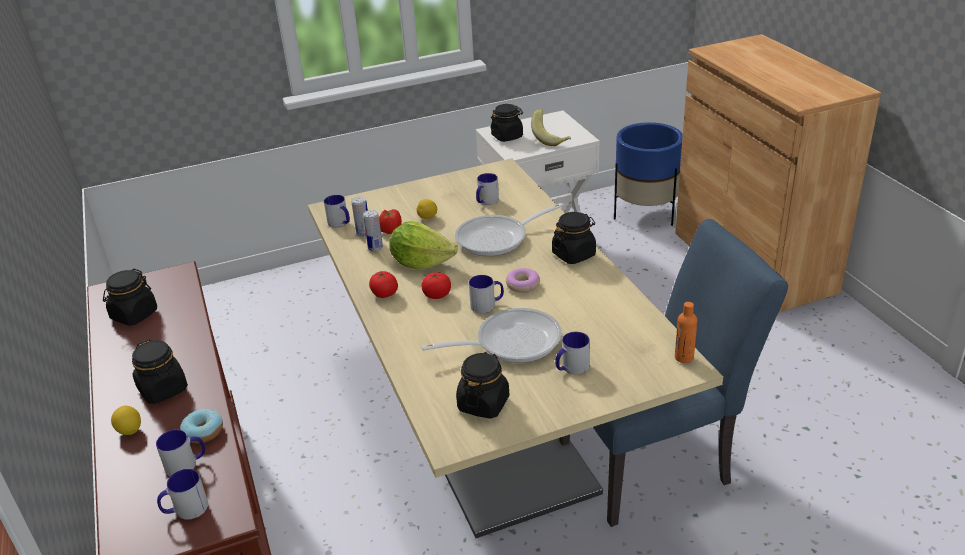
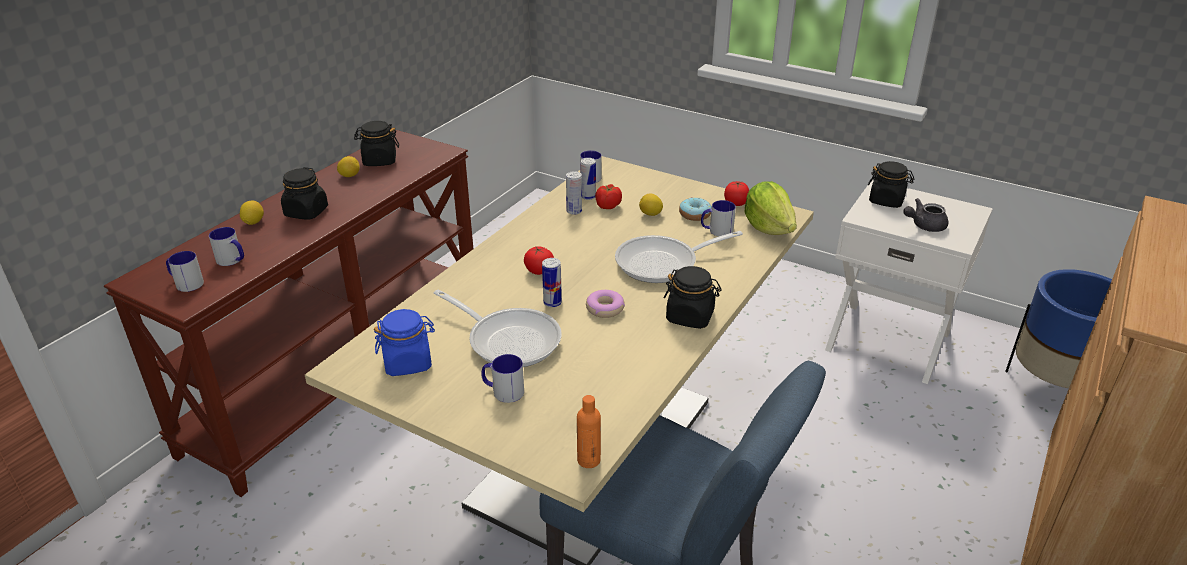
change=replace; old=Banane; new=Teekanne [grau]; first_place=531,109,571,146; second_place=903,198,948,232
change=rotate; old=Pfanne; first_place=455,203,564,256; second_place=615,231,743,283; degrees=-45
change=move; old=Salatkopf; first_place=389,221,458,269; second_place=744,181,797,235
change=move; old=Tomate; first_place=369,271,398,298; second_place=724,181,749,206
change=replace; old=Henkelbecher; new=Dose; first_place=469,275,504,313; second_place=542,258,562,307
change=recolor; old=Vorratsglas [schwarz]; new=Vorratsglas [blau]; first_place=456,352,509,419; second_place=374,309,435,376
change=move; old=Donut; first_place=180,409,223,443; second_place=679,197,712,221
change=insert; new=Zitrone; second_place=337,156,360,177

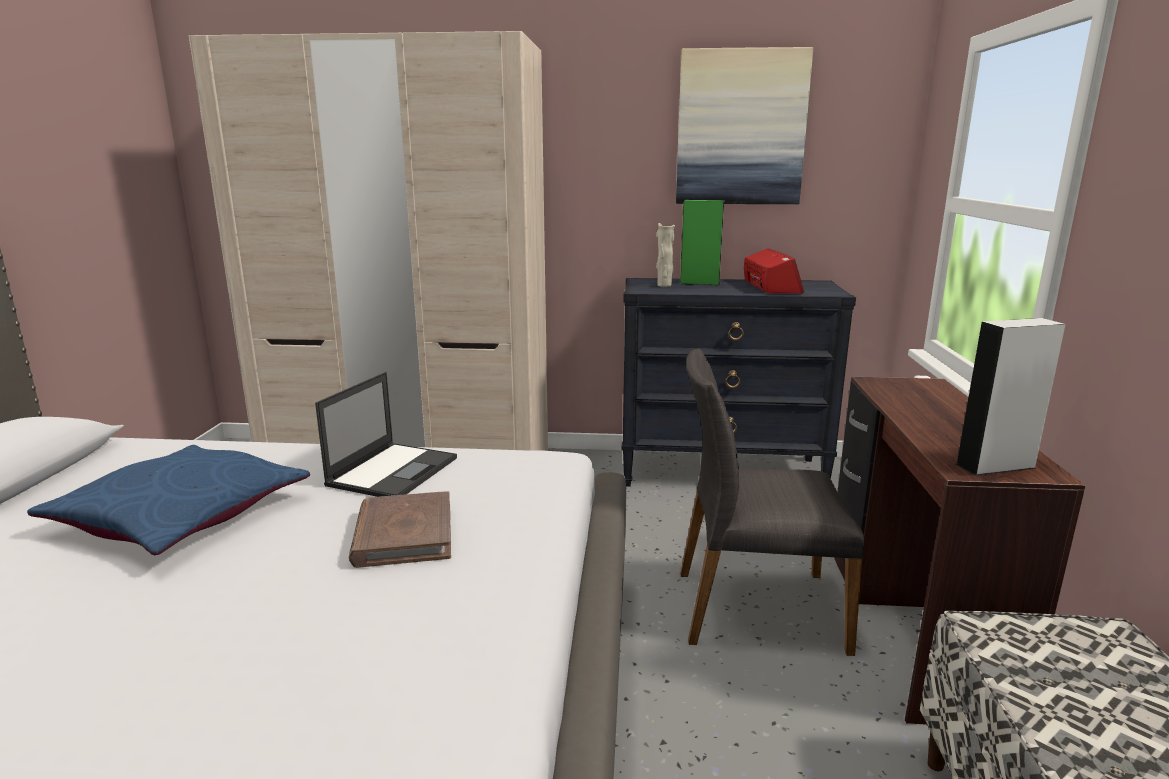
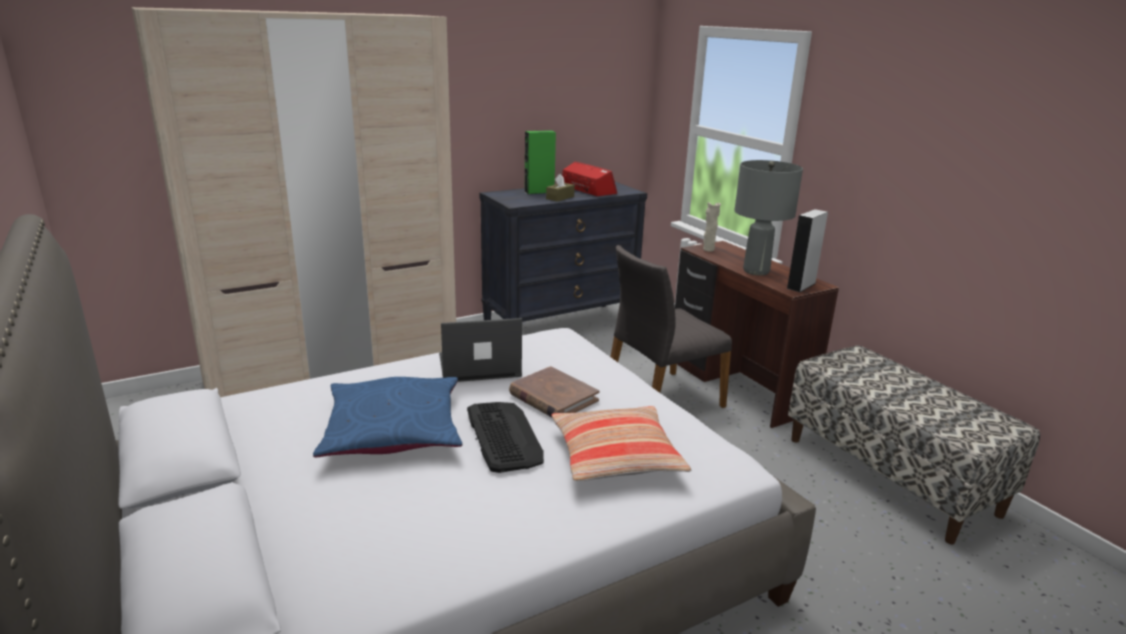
change=delete; old=Bild; first_place=676,47,813,204
change=move; old=Vase [beige]; first_place=656,223,675,287; second_place=703,202,721,252
change=rotate; old=Laptop; first_place=315,372,457,497; second_place=439,318,522,382; degrees=-90
change=insert; new=Tischlampe [grau]; second_place=734,160,803,276
change=insert; new=Taschentuchbox [braun]; second_place=546,174,575,202
change=insert; new=Tastatur; second_place=467,402,544,473
change=insert; new=Kissen; second_place=552,406,691,481

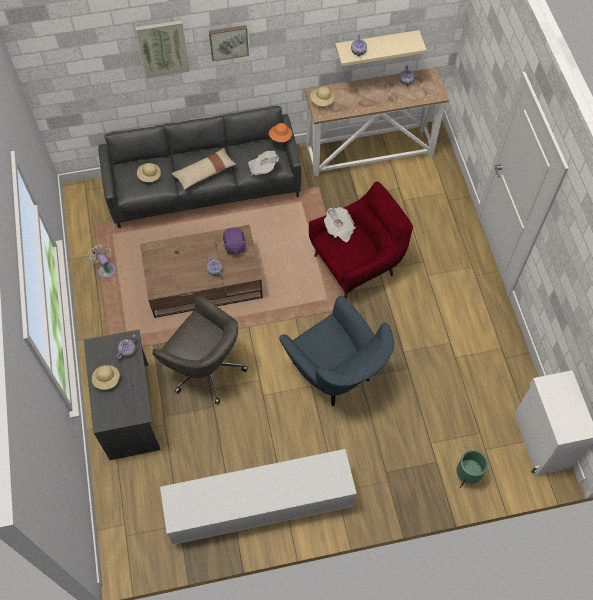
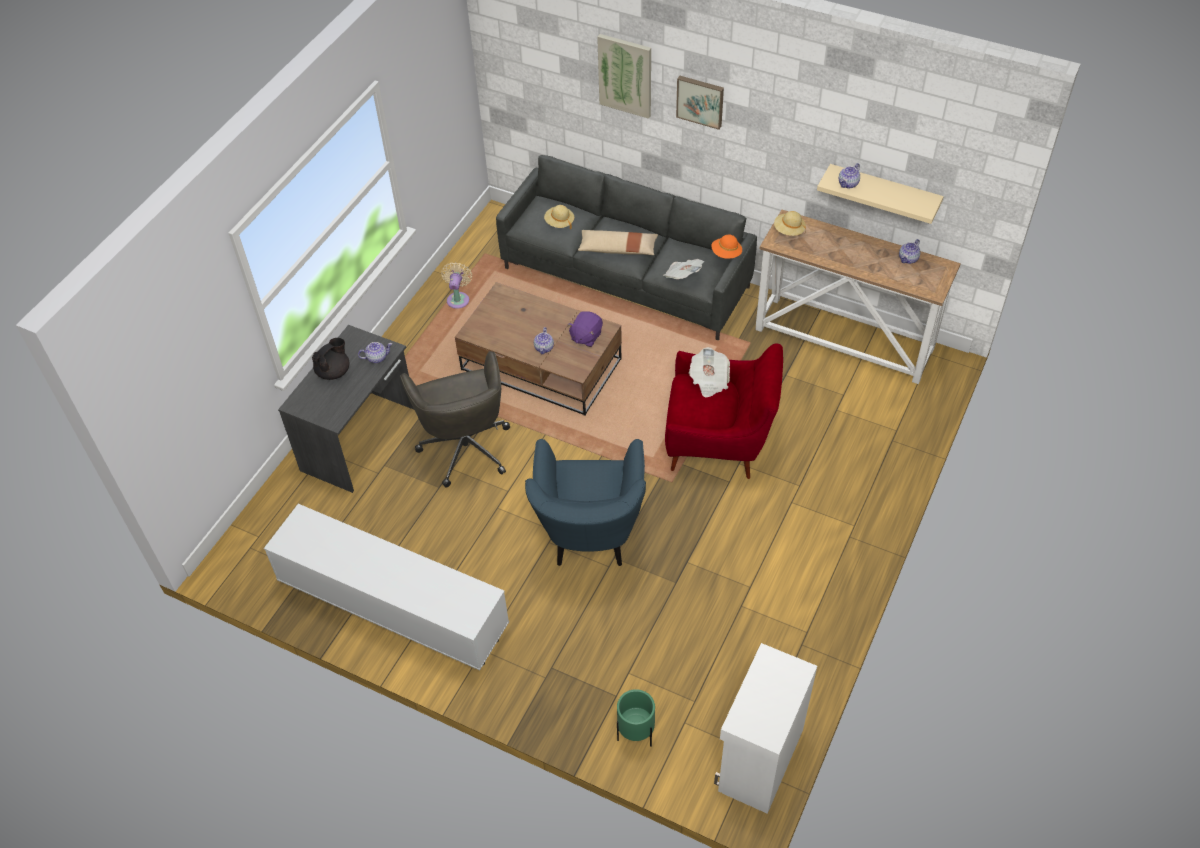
change=replace; old=Hut [beige]; new=Teekanne [schwarz]; first_place=92,365,120,390; second_place=312,338,349,380

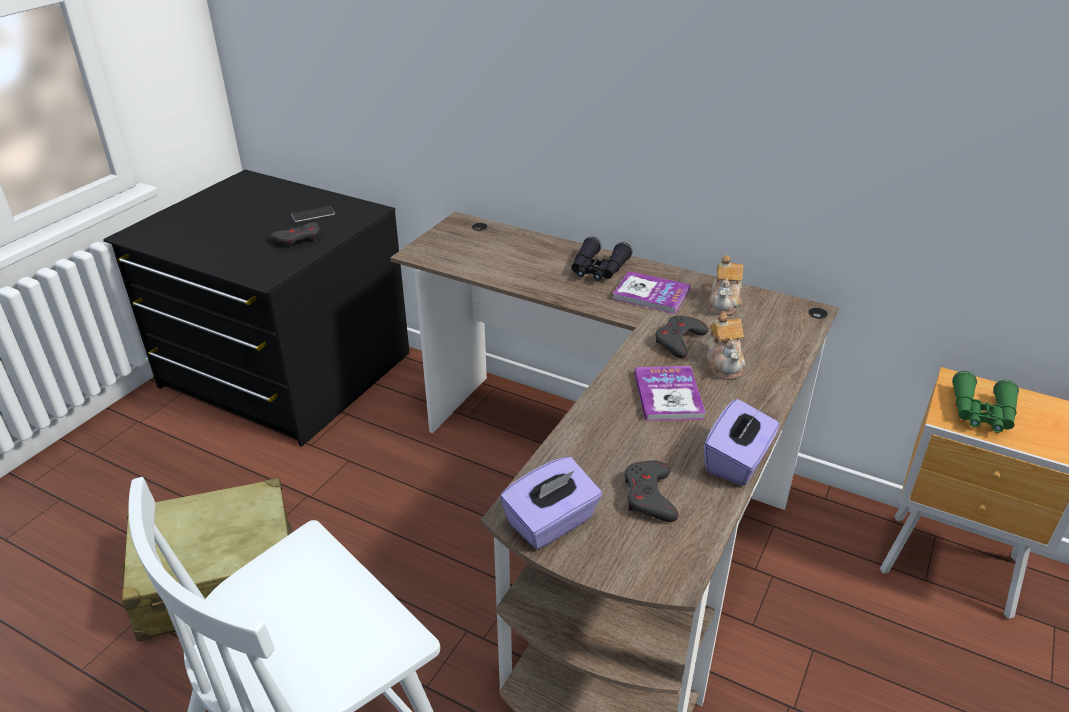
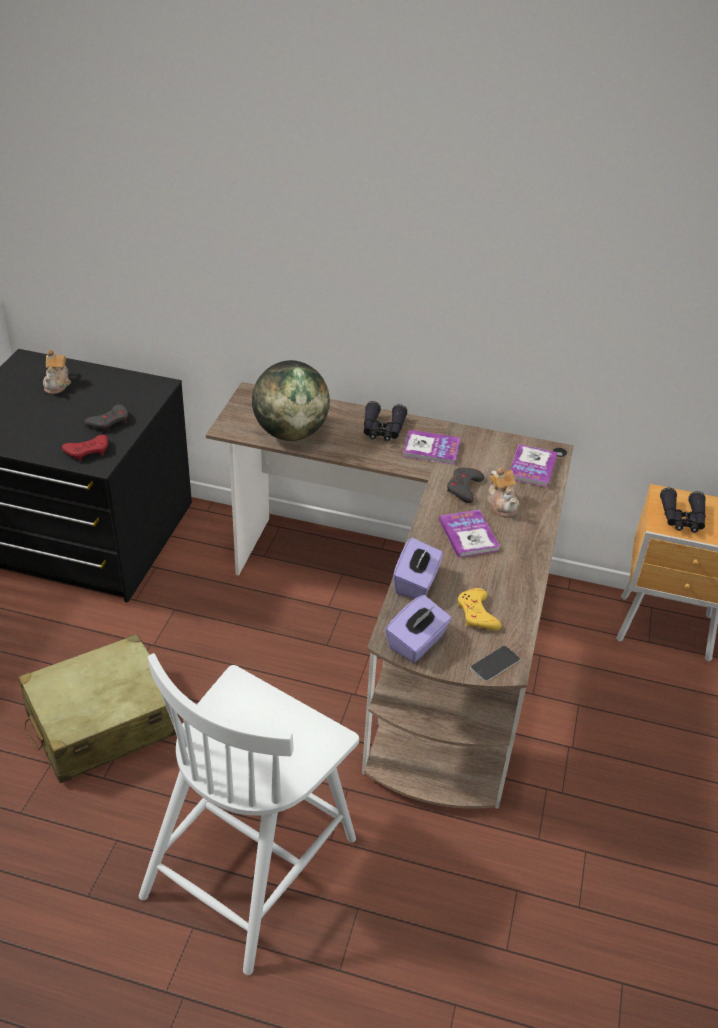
change=move; old=Handy; first_place=291,206,335,222; second_place=470,646,521,682
change=move; old=Teekanne; first_place=709,255,744,316; second_place=43,350,71,394
change=recolor; old=Fernglas [grün]; new=Fernglas [schwarz]; first_place=952,371,1019,433; second_place=660,488,706,533
change=move; old=Taschentuchbox [lila]; first_place=704,399,780,486; second_place=393,538,443,599
change=recolor; old=Gamepad [grau]; new=Gamepad [gelb]; first_place=625,460,679,522; second_place=458,588,501,631
change=insert; new=Globus; second_place=252,360,330,441
change=insert; new=Gamepad [rot]; second_place=62,434,108,461
change=insert; new=Buch; second_place=510,444,557,488

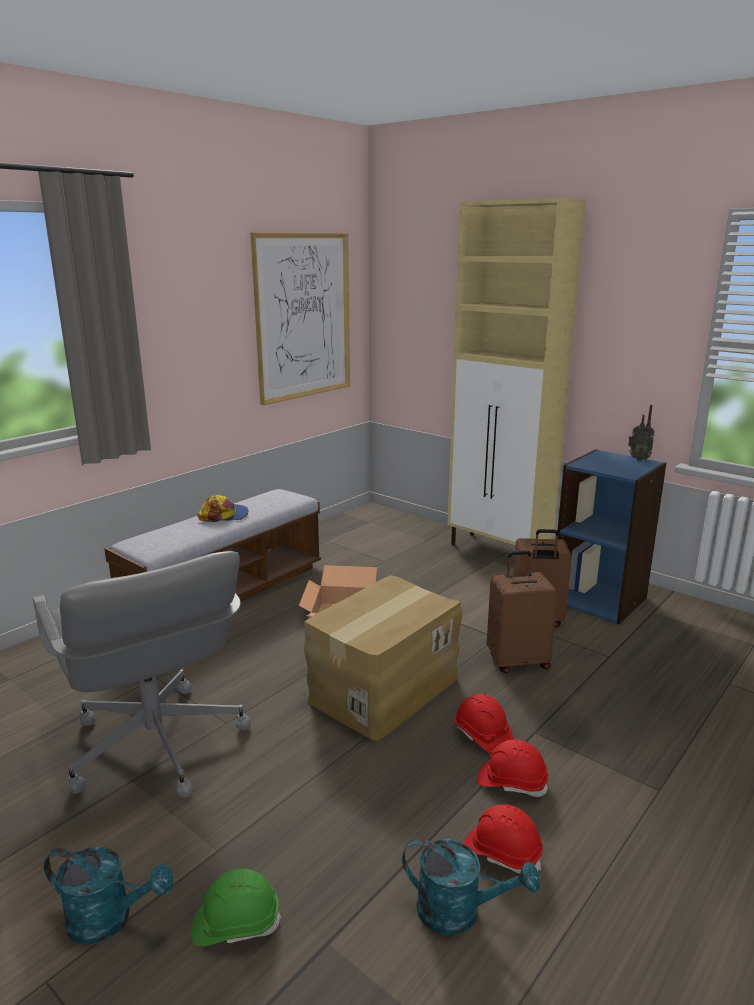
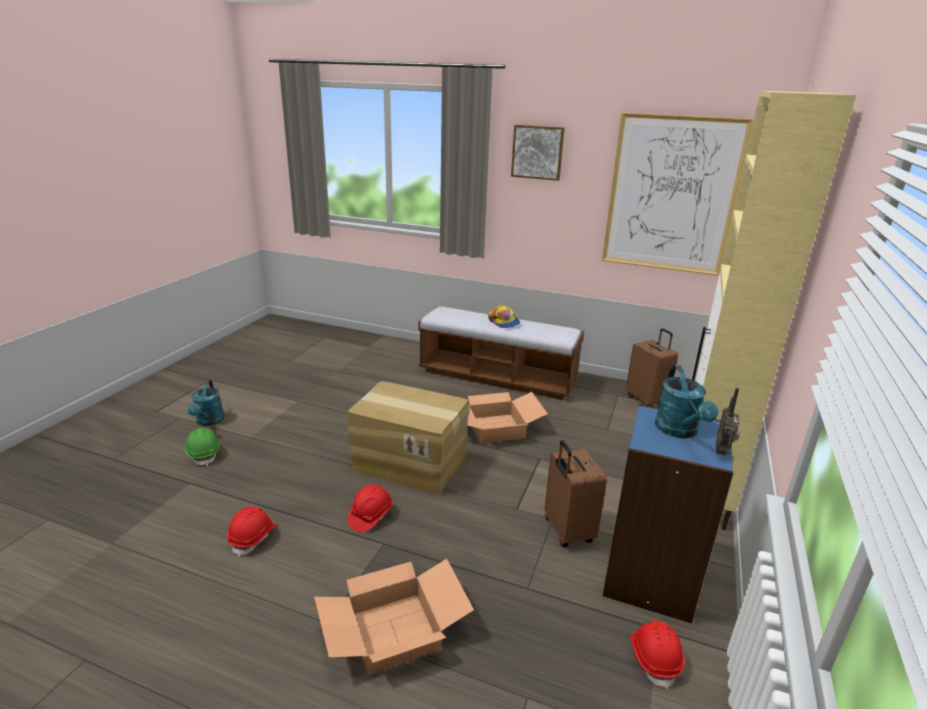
change=move; old=Koffer [braun]; first_place=487,550,558,673; second_place=626,328,678,407
change=delete; old=Bürostuhl [grau]; first_place=33,551,251,798
change=move; old=Schutzhelm [rot]; first_place=477,739,548,797; second_place=631,621,685,689
change=move; old=Gießkanne [türkis]; first_place=402,838,540,936; second_place=655,365,718,438
change=insert; new=Bild; second_place=511,125,565,181
change=insert; new=Karton; second_place=314,559,474,675

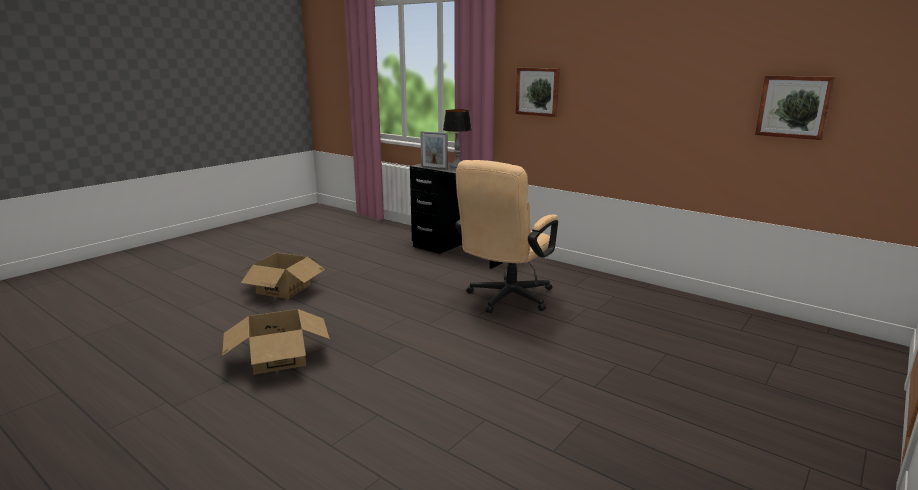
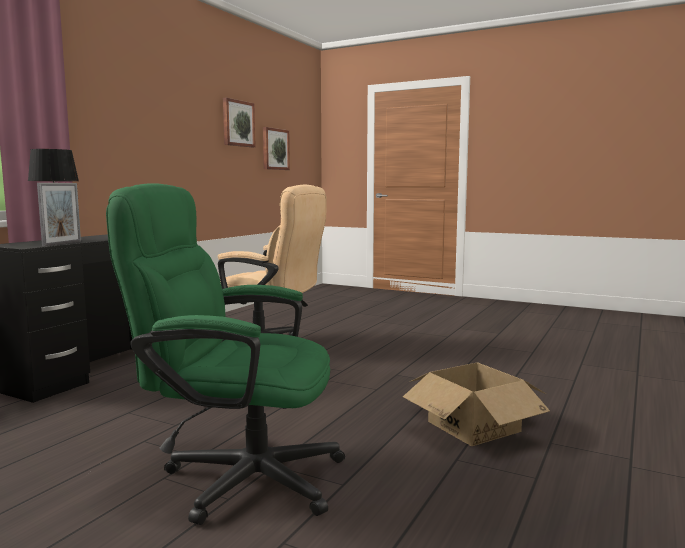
change=move; old=Bild; first_place=516,68,560,117; second_place=223,97,256,147
change=replace; old=Karton; new=Bürostuhl [grün]; first_place=239,253,325,299; second_place=106,183,345,525

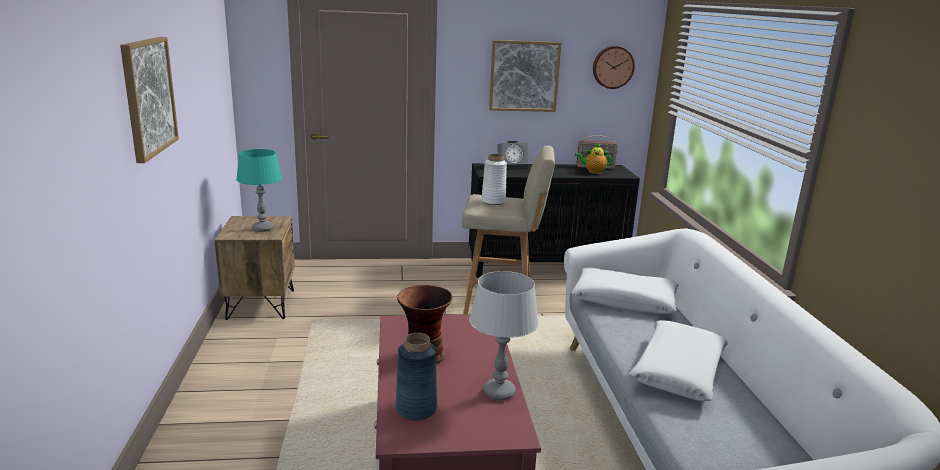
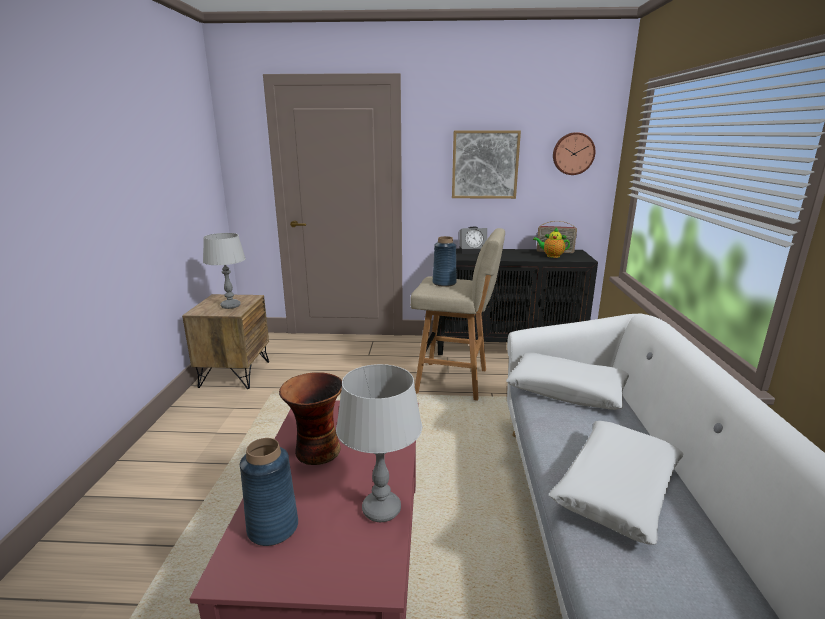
change=delete; old=Bild; first_place=120,37,179,163
change=recolor; old=Tischlampe [türkis]; new=Tischlampe [grau]; first_place=236,149,282,232; second_place=203,233,246,309
change=recolor; old=Vase [weiß]; new=Vase [blau]; first_place=481,154,507,205; second_place=433,236,456,287

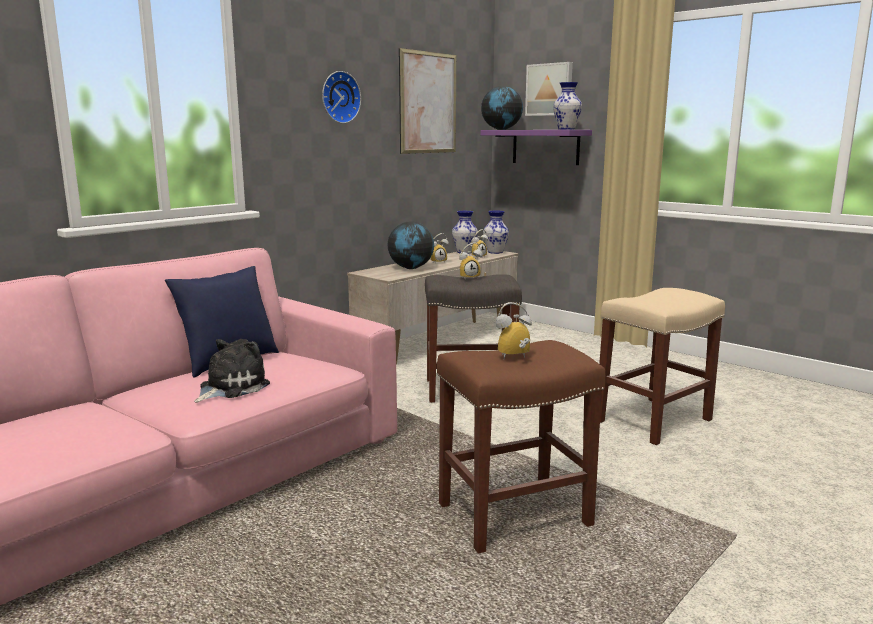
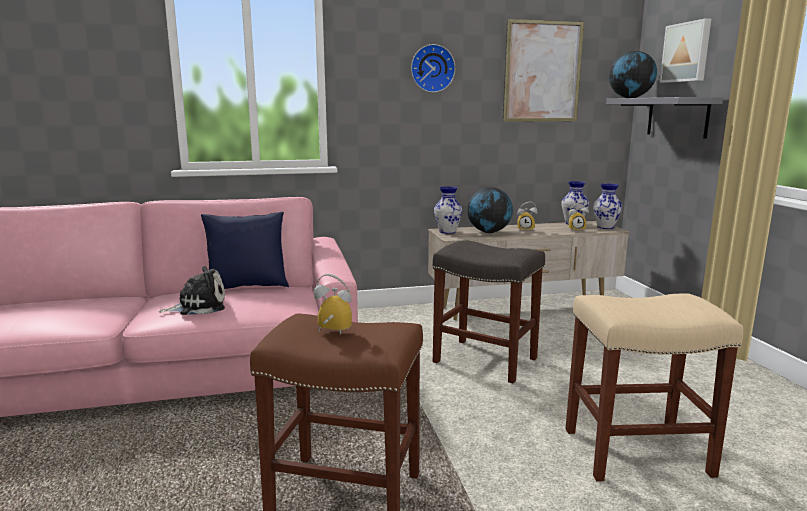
change=move; old=Vase; first_place=553,82,582,130; second_place=434,186,462,234
change=recolor; old=Wandregal [lila]; new=Wandregal [grau]; first_place=481,130,592,165; second_place=606,97,723,139
change=delete; old=Wecker; first_place=459,242,483,279

